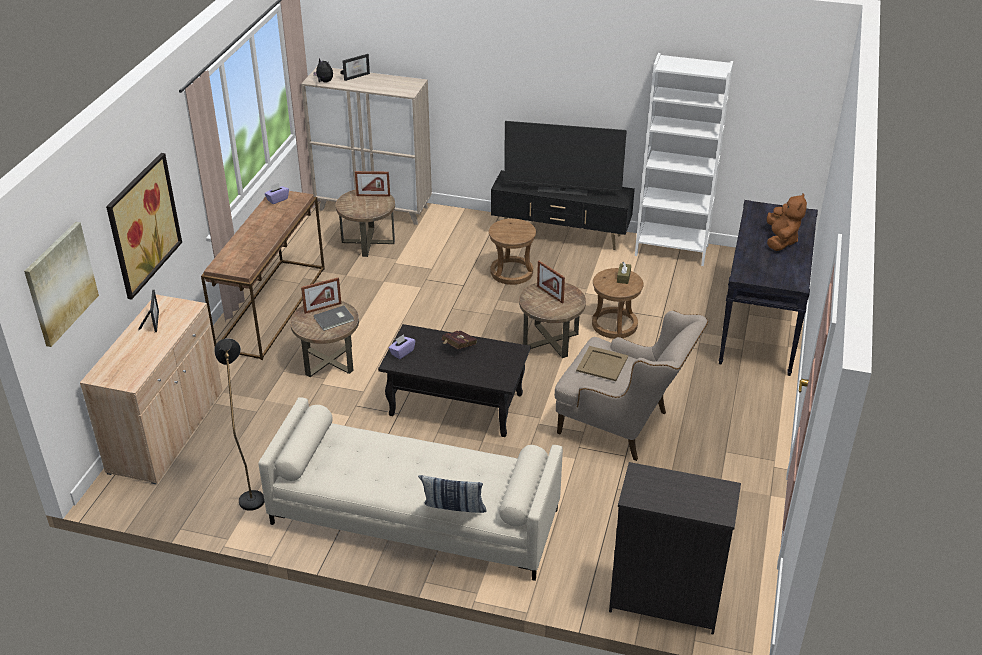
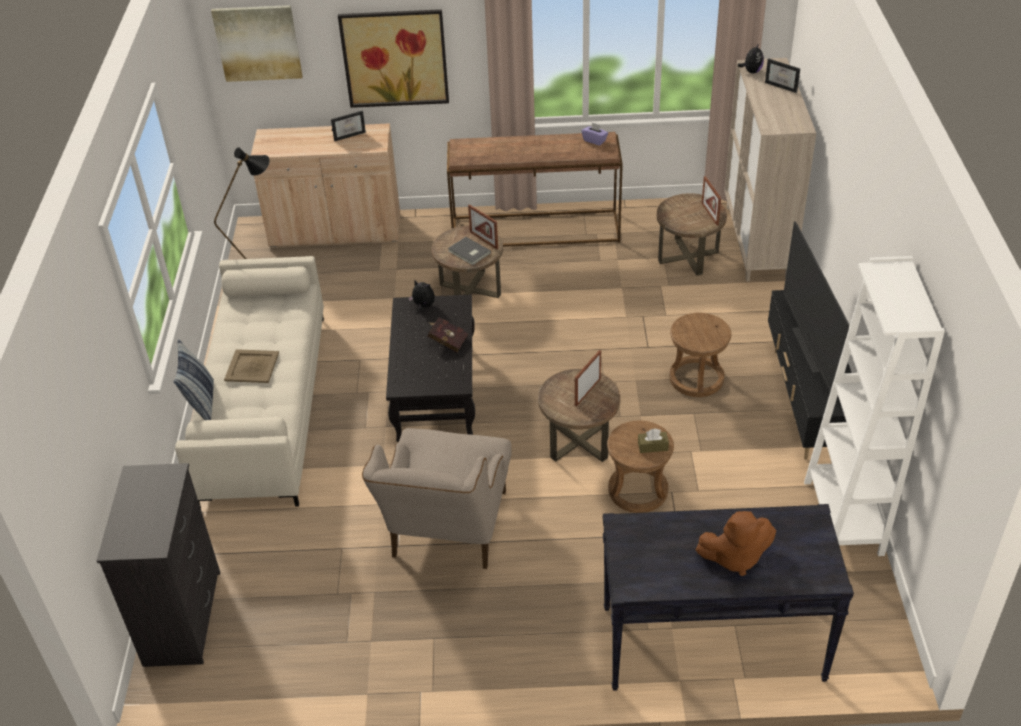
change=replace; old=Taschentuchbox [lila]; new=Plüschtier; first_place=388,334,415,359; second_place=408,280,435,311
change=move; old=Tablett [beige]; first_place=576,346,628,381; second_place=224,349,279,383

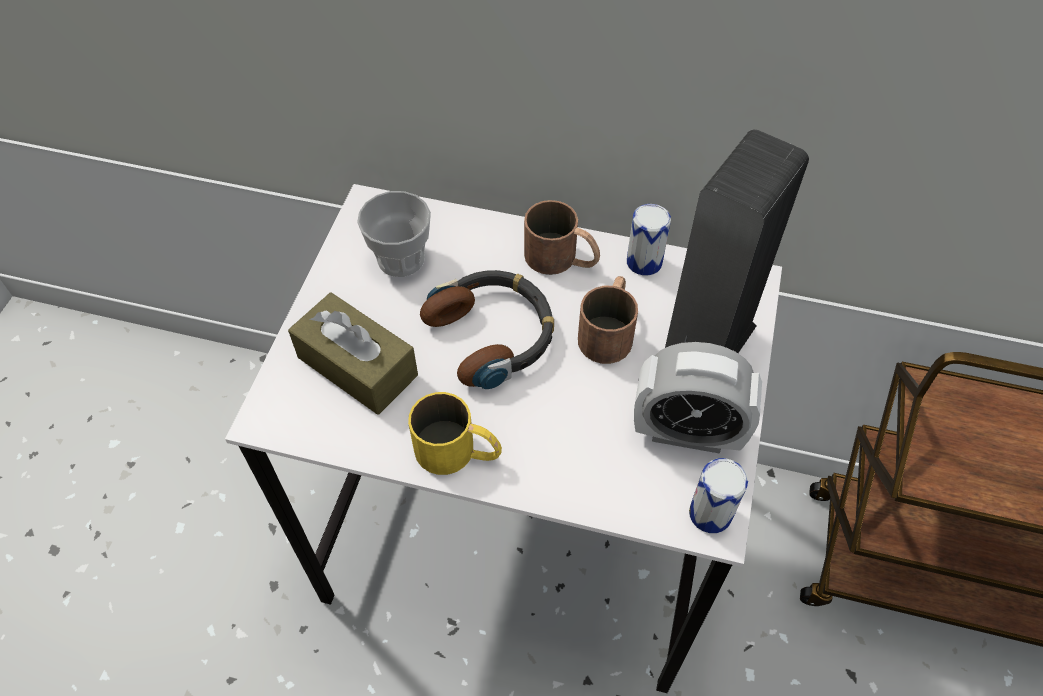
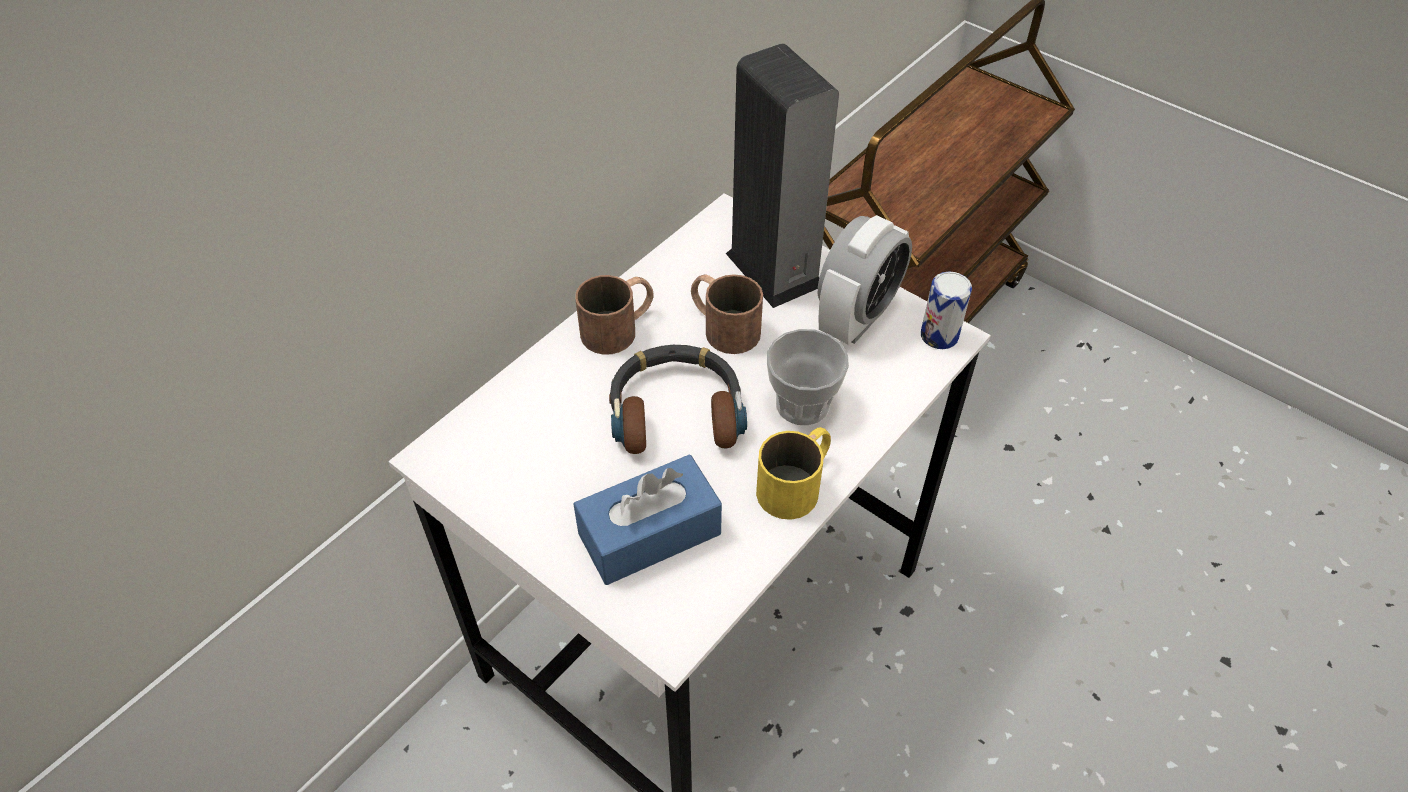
change=move; old=Tasse; first_place=357,191,431,277; second_place=767,329,849,425
change=delete; old=Dose; first_place=627,204,671,276
change=recolor; old=Taschentuchbox [braun]; new=Taschentuchbox [blau]; first_place=288,293,418,415; second_place=574,455,722,585

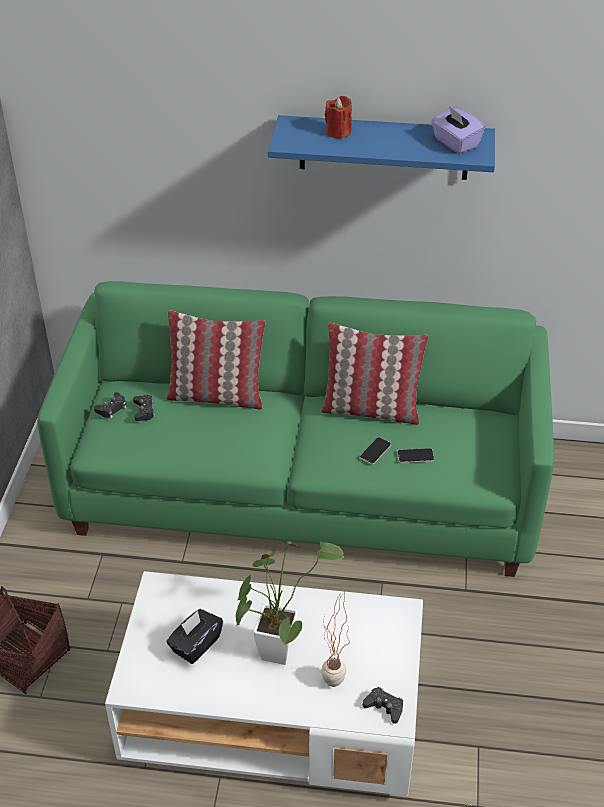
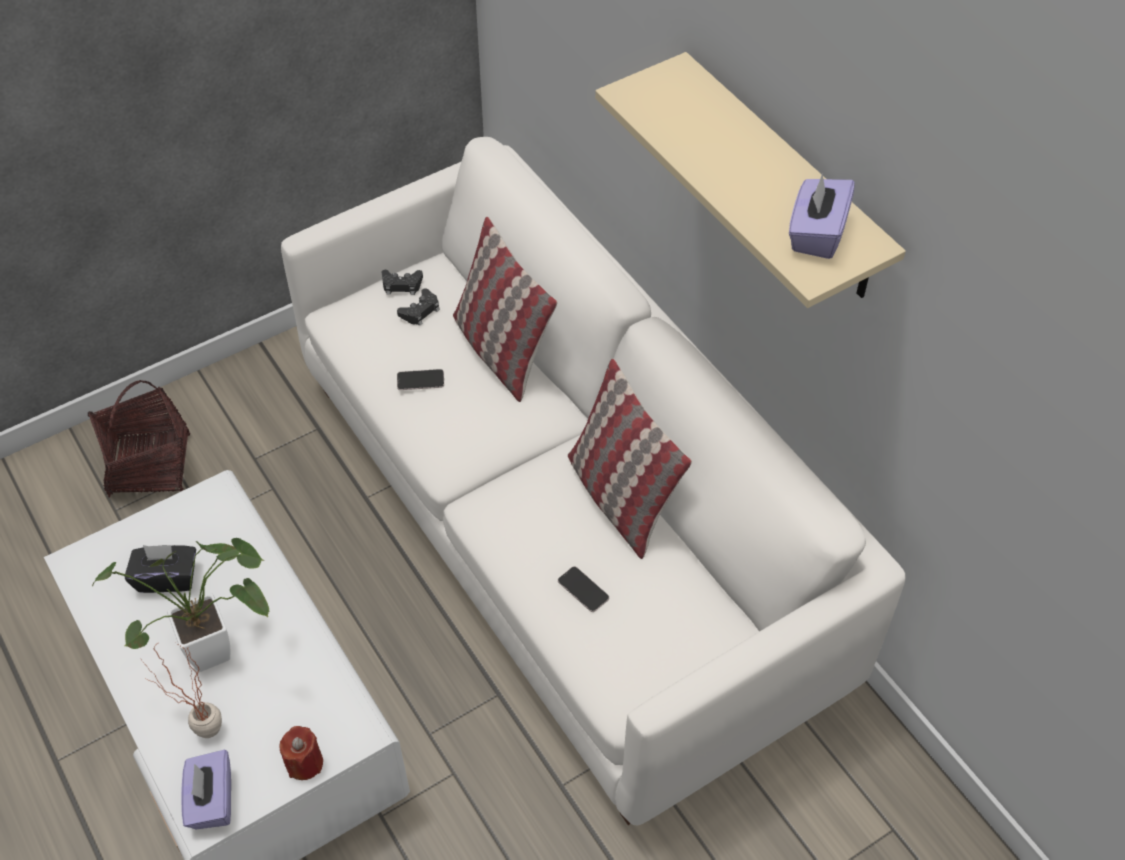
change=move; old=Kerze [rot]; first_place=325,96,352,139; second_place=280,726,323,780
change=recolor; old=Wandregal [blau]; new=Wandregal [beige]; first_place=268,115,495,180; second_place=595,52,906,308
change=recolor; old=Sofa [grün]; new=Sofa [weiß]; first_place=37,281,554,577; second_place=281,137,906,825
change=move; old=Handy; first_place=360,437,391,464; second_place=397,369,444,390
change=replace; old=Gamepad [schwarz]; new=Taschentuchbox [lila]; first_place=363,687,403,724; second_place=181,750,231,830

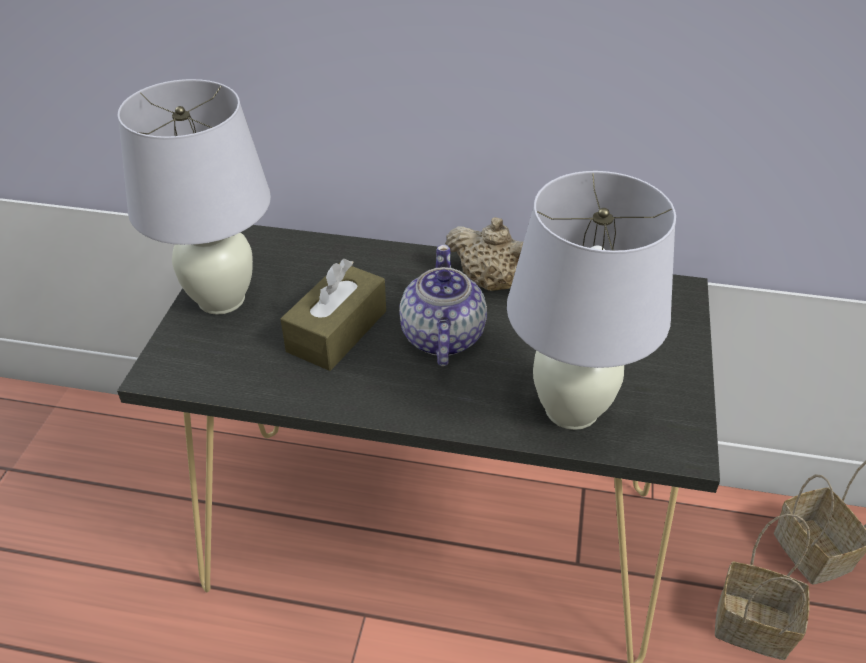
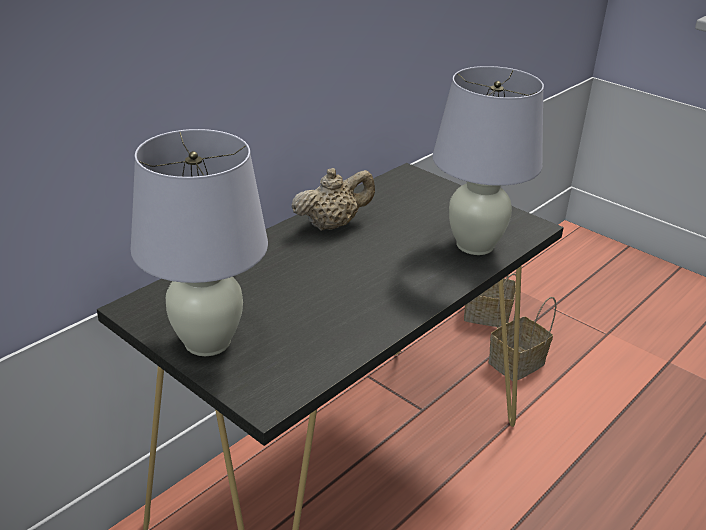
change=delete; old=Teekanne; first_place=399,245,487,366
change=delete; old=Taschentuchbox [braun]; first_place=280,259,386,371

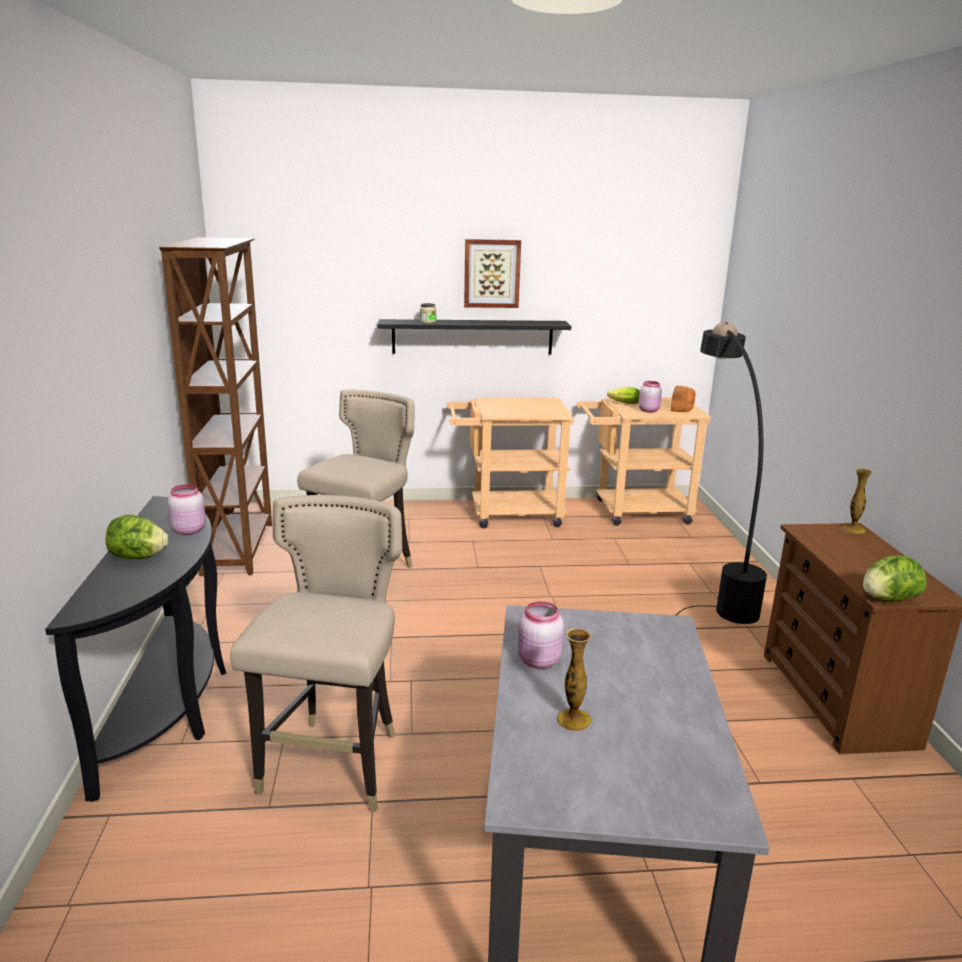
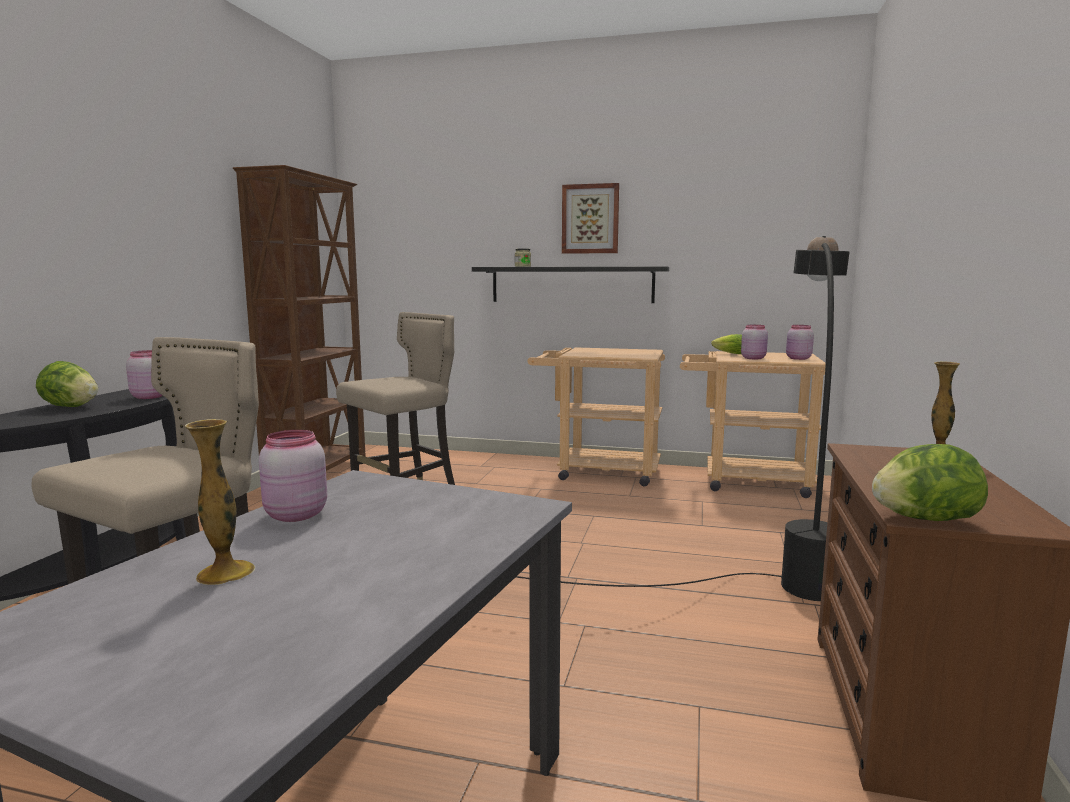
change=replace; old=Brot; new=Vorratsglas [rosa]; first_place=671,386,695,412; second_place=786,325,814,360

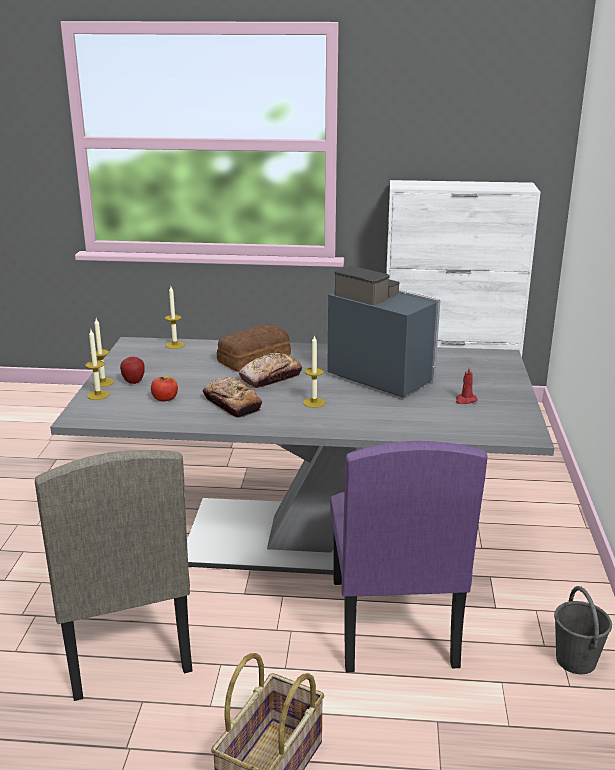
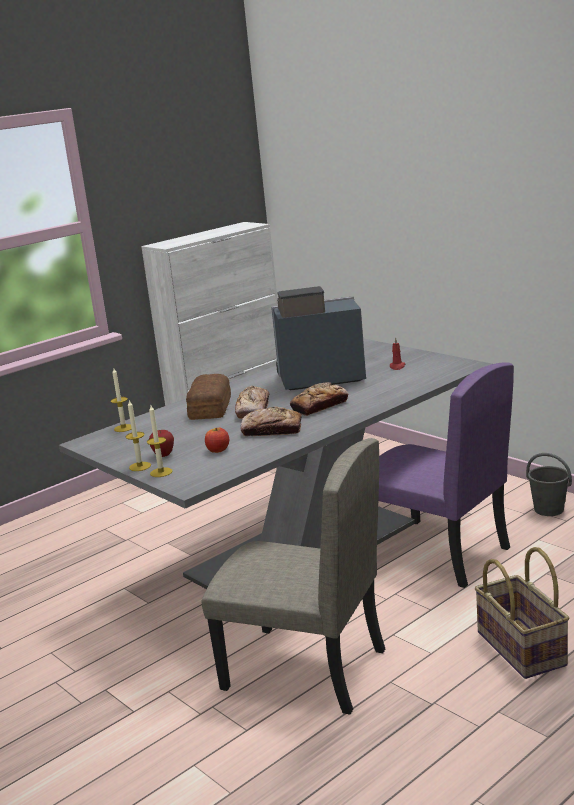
change=replace; old=Kerze; new=Brot; first_place=303,335,325,408; second_place=290,382,348,416

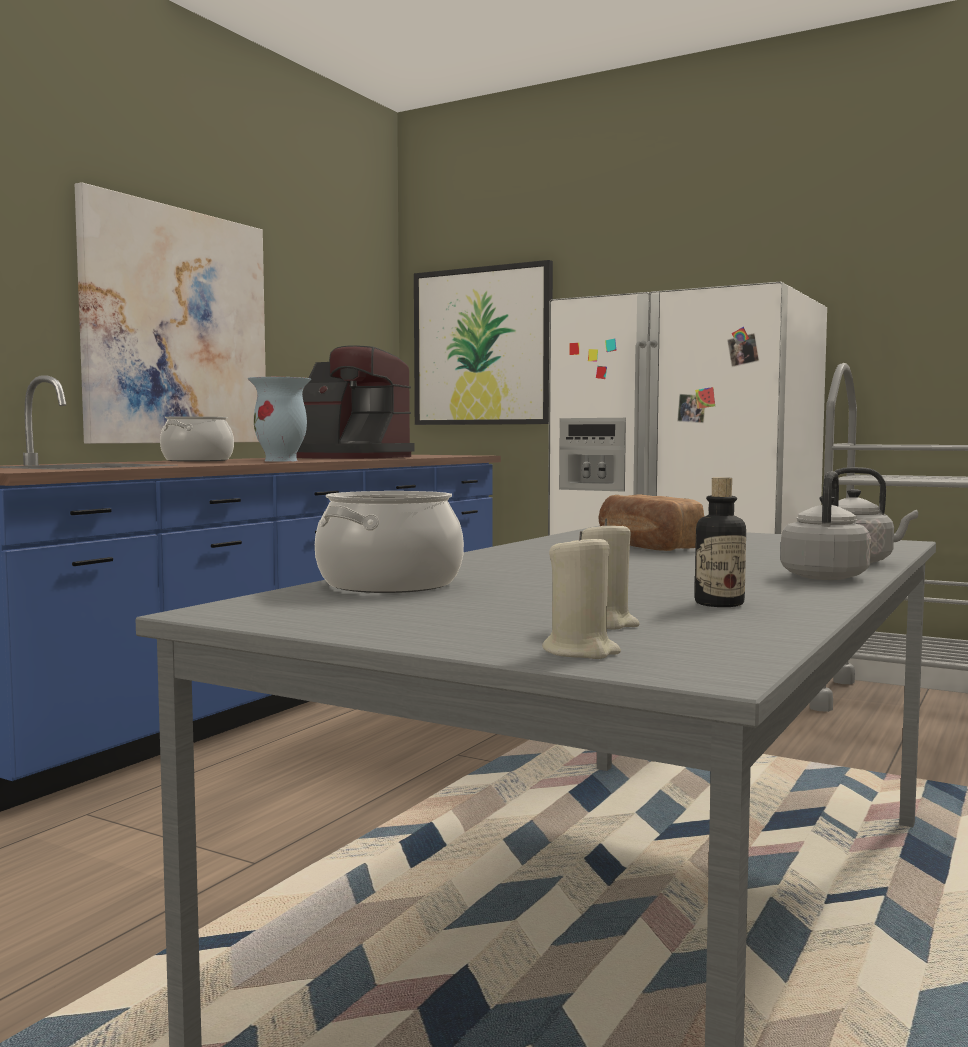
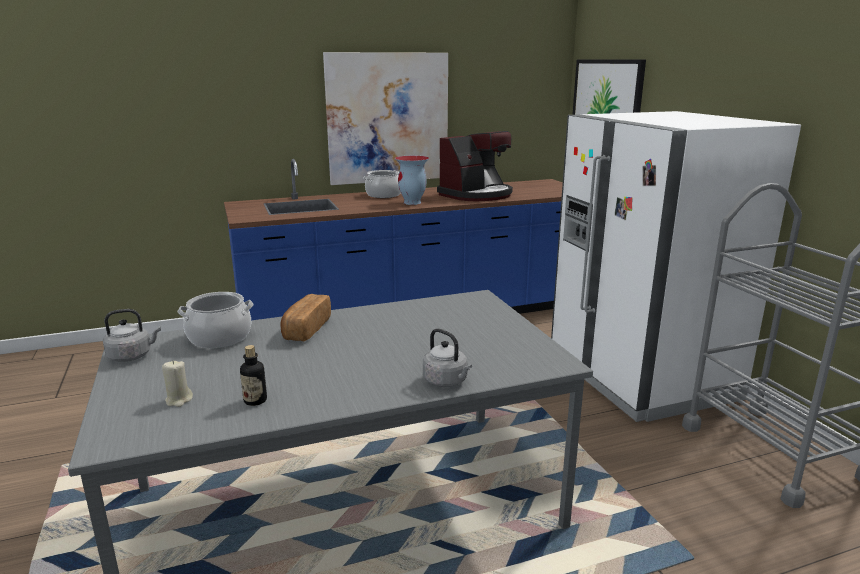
change=rotate; old=Kaffeemaschine; first_place=296,345,415,459; second_place=437,131,513,201; degrees=-105
change=move; old=Wasserkessel [grau]; first_place=781,471,871,580; second_place=103,309,161,362
change=move; old=Brot; first_place=599,494,704,551; second_place=280,294,331,342
change=delete; old=Kerze [beige]; first_place=542,531,621,659

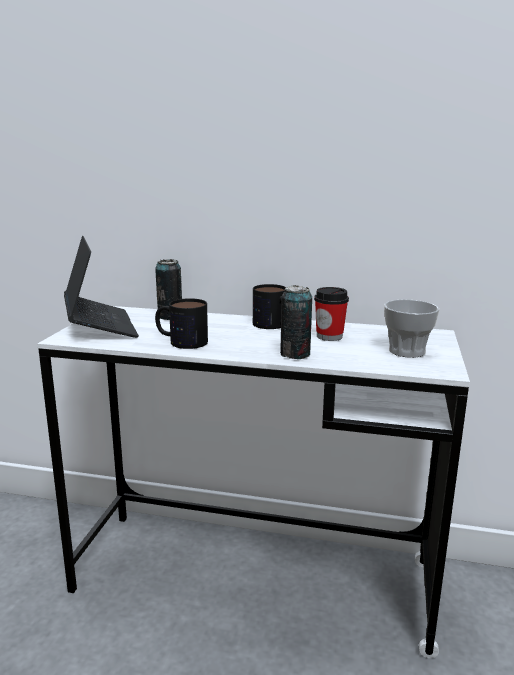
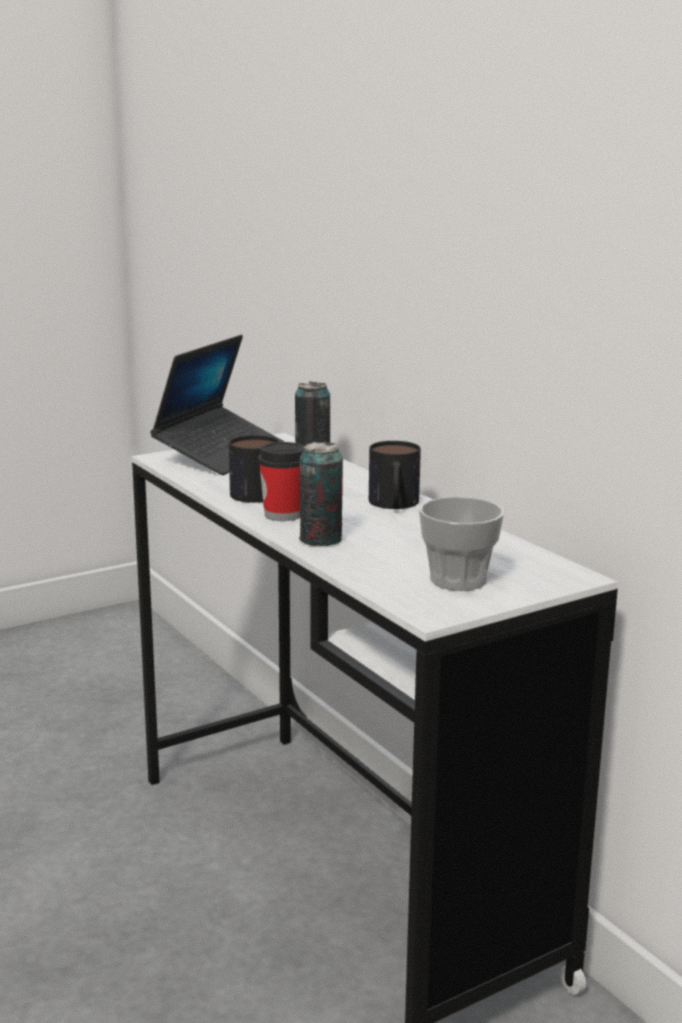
change=move; old=Tasse; first_place=314,287,349,341; second_place=258,442,304,521

